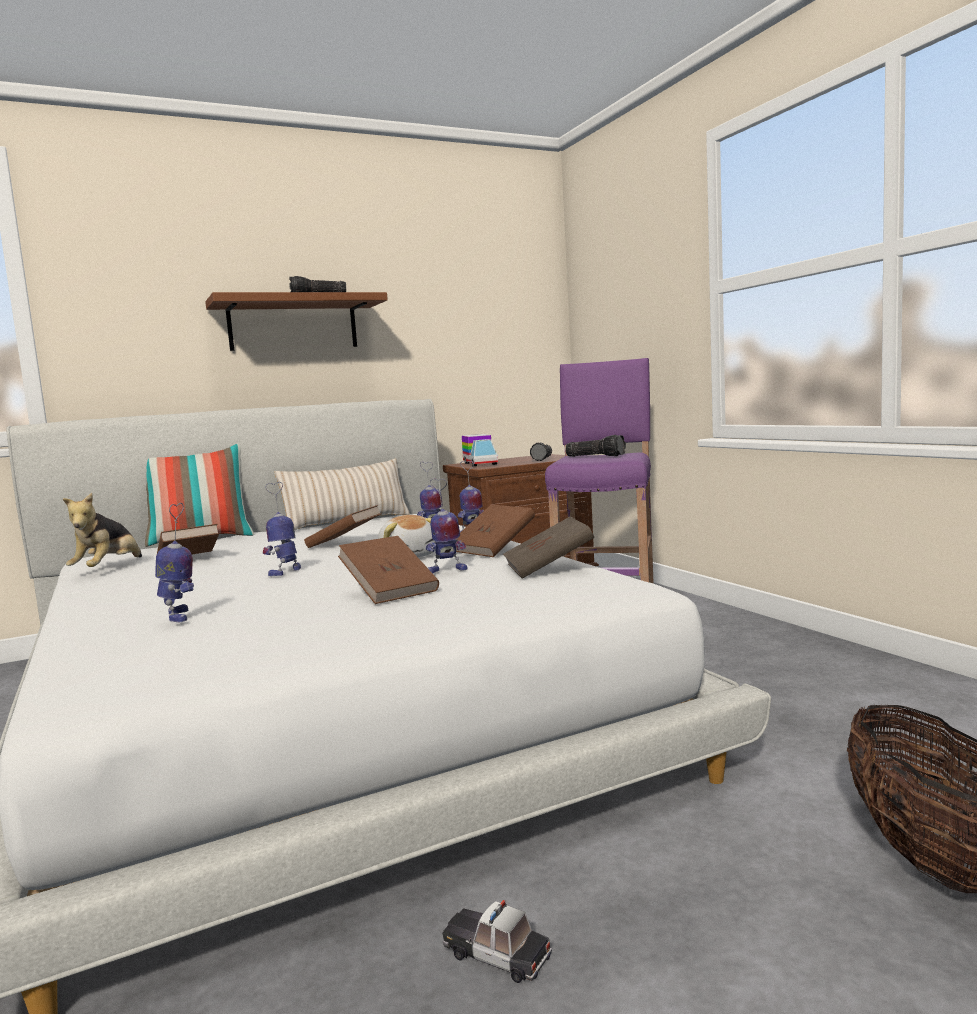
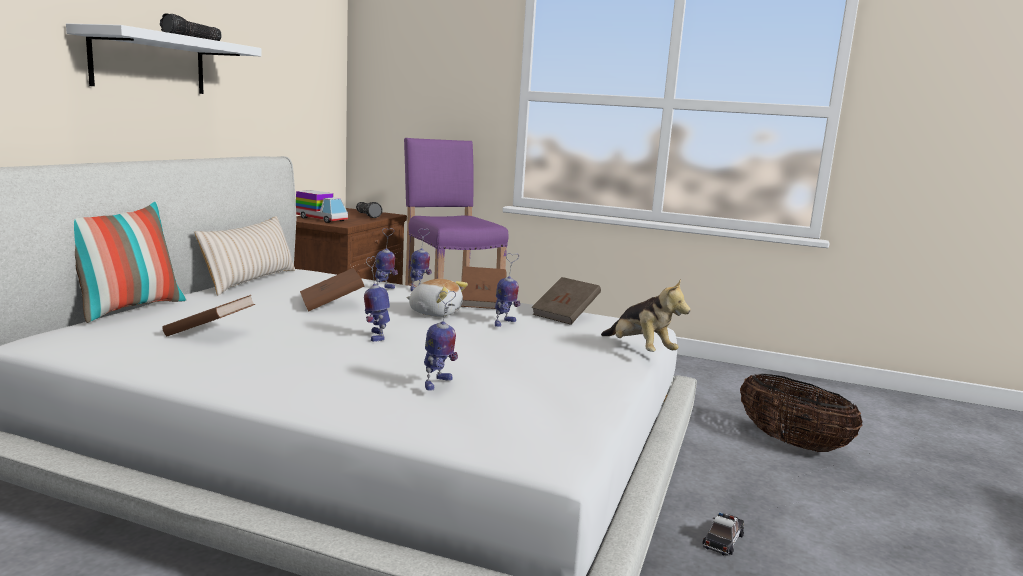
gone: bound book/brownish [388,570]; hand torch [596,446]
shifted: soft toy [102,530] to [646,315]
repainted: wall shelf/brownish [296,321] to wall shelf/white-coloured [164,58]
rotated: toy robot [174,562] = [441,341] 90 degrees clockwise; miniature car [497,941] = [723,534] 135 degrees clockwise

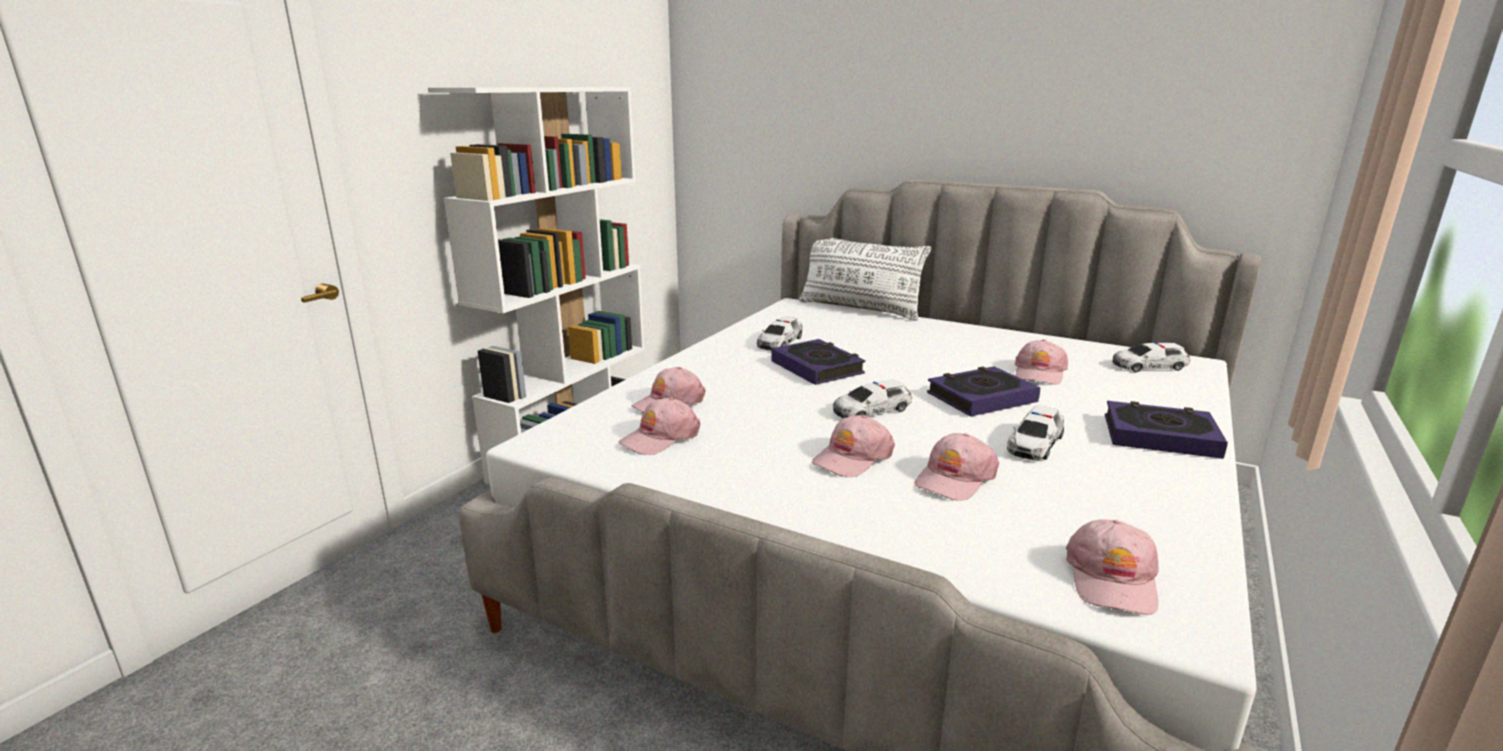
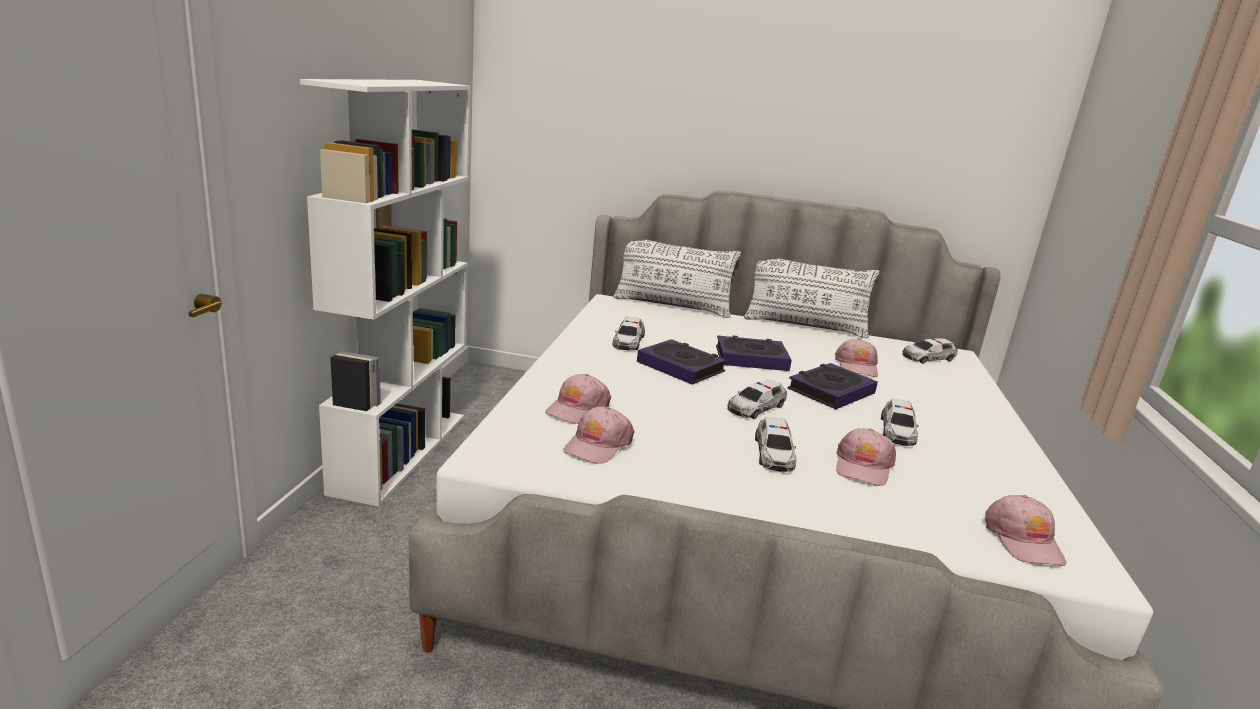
new: cushion/white-coloured [812,298]
shifted: bound book [1166,430] to [754,353]
swapped: baseball cap/pink-coloured [853,446] to miniature car [775,444]

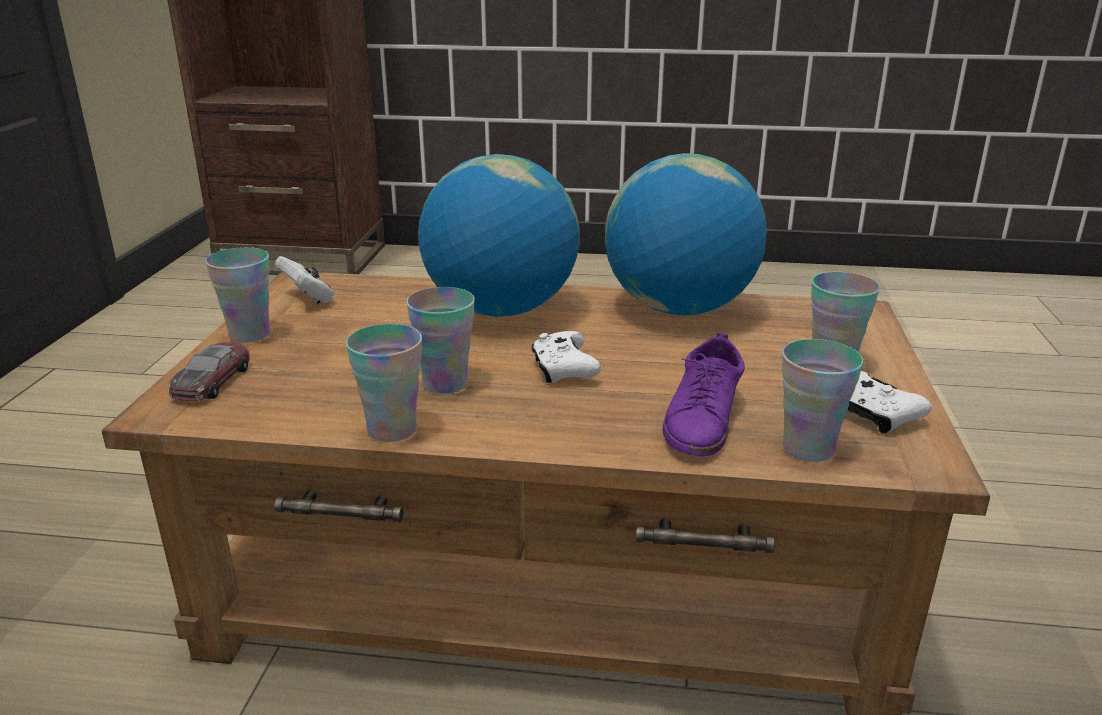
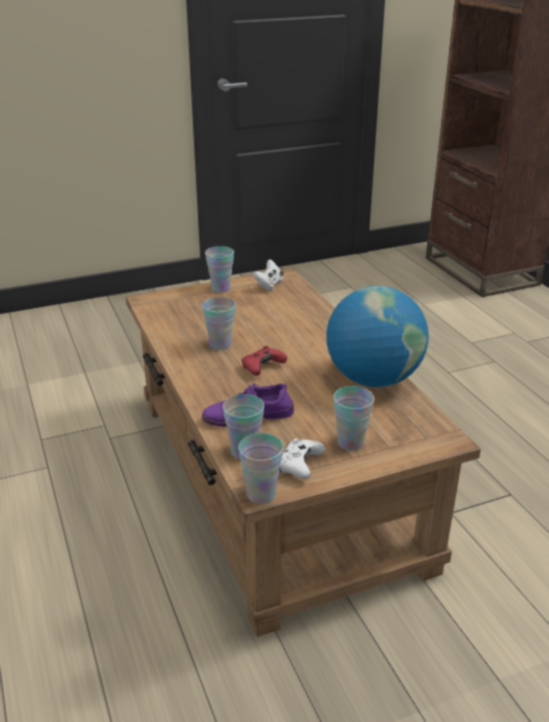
gone: miniature car [209,371]; world globe [499,235]
shifted: cup [384,383] to [260,468]
repainted: gamepad/white-coloured [566,357] to gamepad/red [264,360]

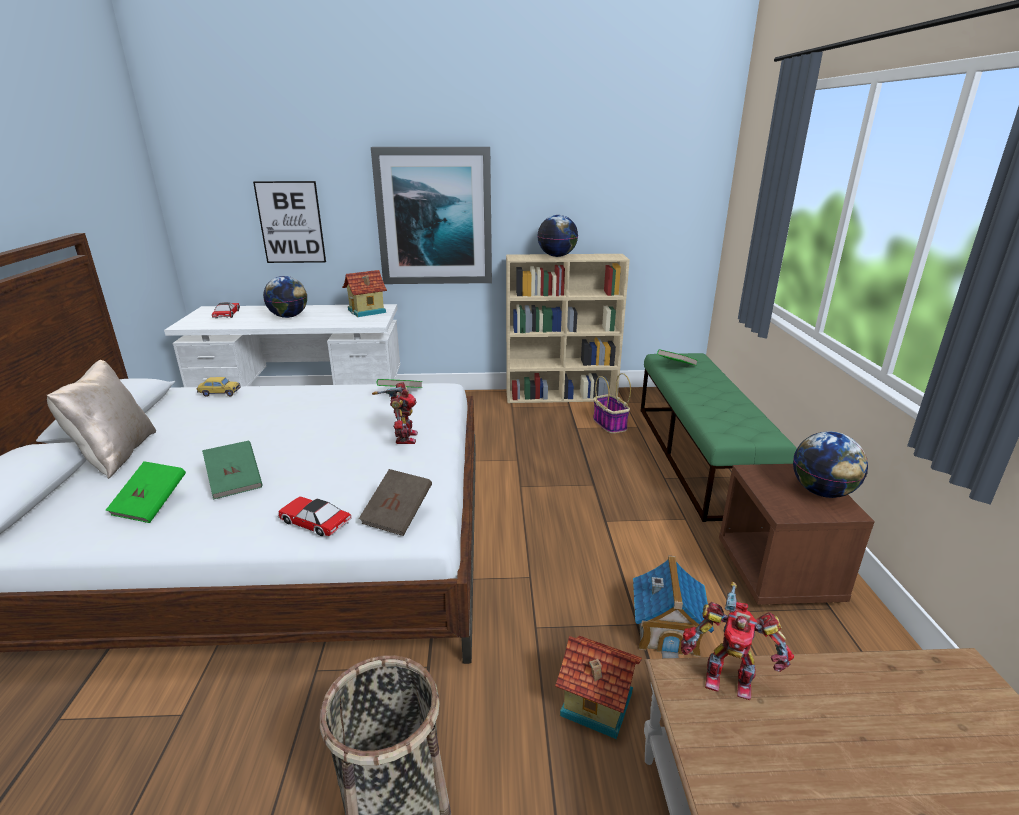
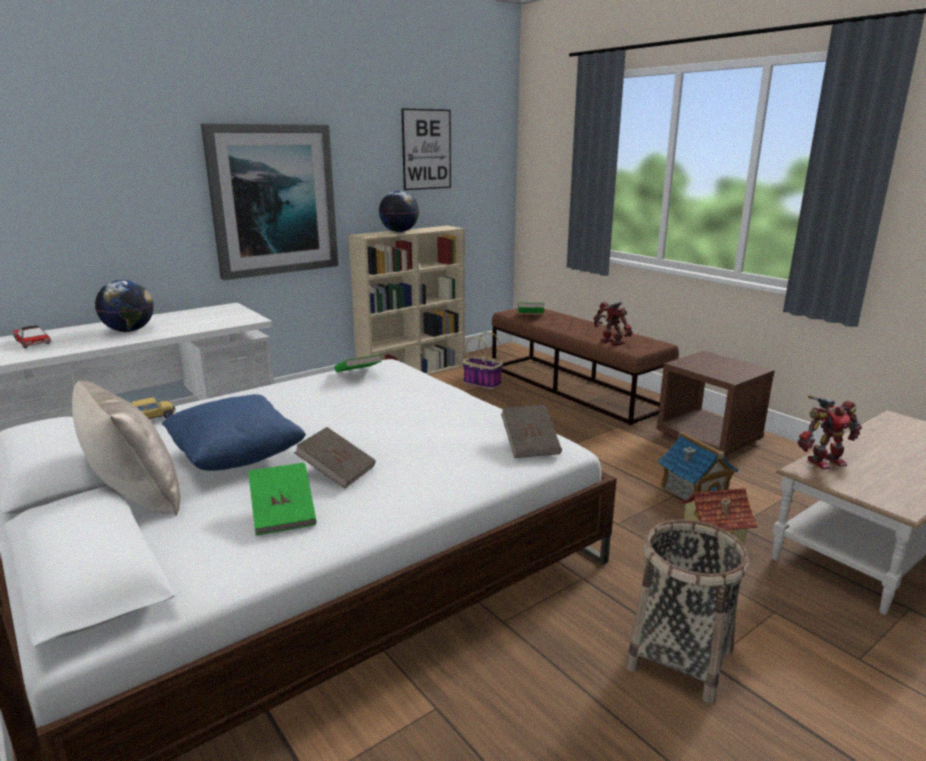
gone: miniature car [315,516]; model house [364,293]; world globe [830,465]
new: cushion/blue [234,432]
shifted: picture [289,222] to [426,149]; toy robot [395,413] to [612,323]
repainted: bound book/green [232,470] to bound book/brownish [335,458]; indoor bench/green [718,437] to indoor bench/brownish [585,366]

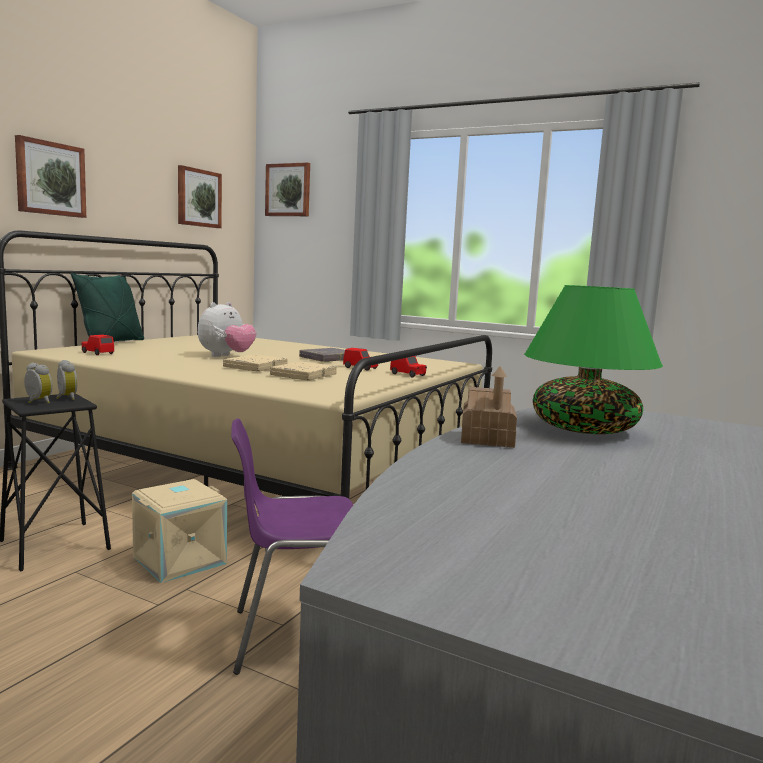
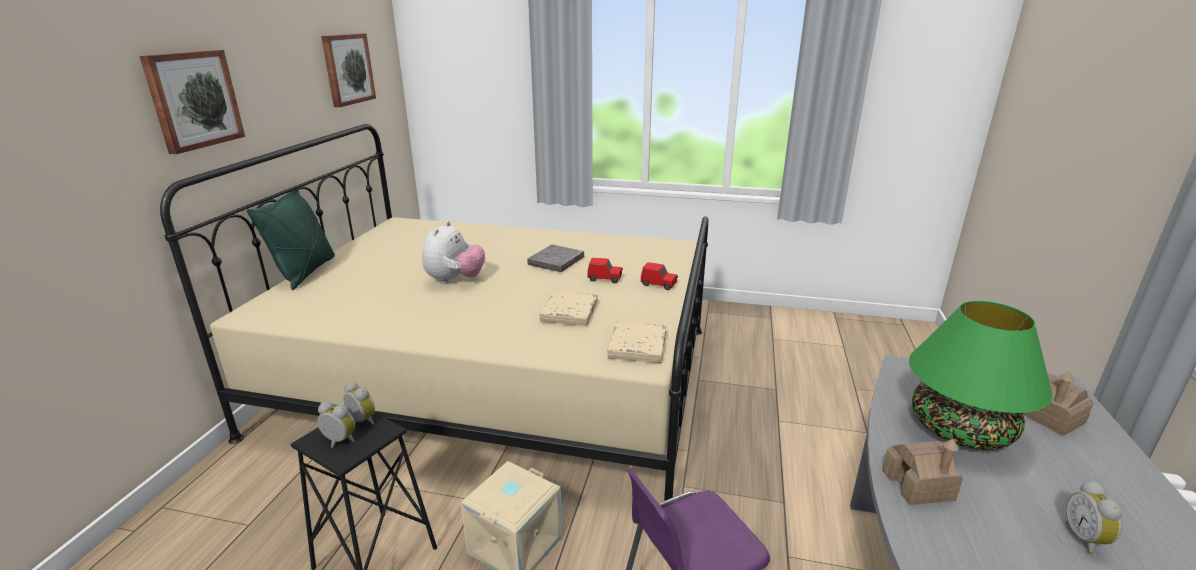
gone: miniature car/red [97,345]; picture [287,189]
new: model house [1058,404]; table clock [1094,517]
shifted: bound book/beige-coloured [255,363] to [636,342]

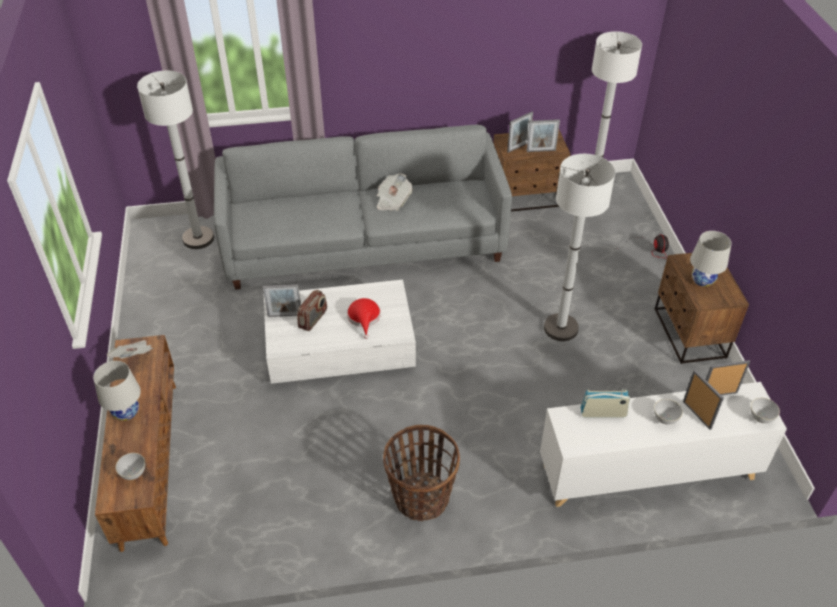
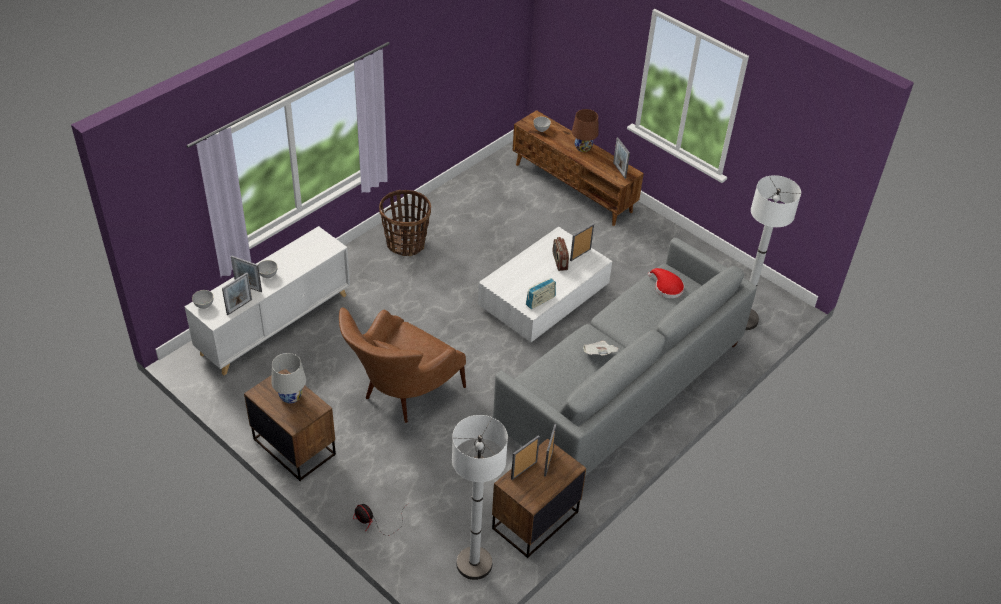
shifted: wearable hat/red [364,318] to [666,283]; radio [605,403] to [541,293]
swapped: daily paper [130,349] to picture frame [621,158]; standard lamp/white-coloured [579,247] to easy chair/brownish [402,365]
repainted: tabletop lamp/white-coloured [117,391] to tabletop lamp/brownish [585,130]

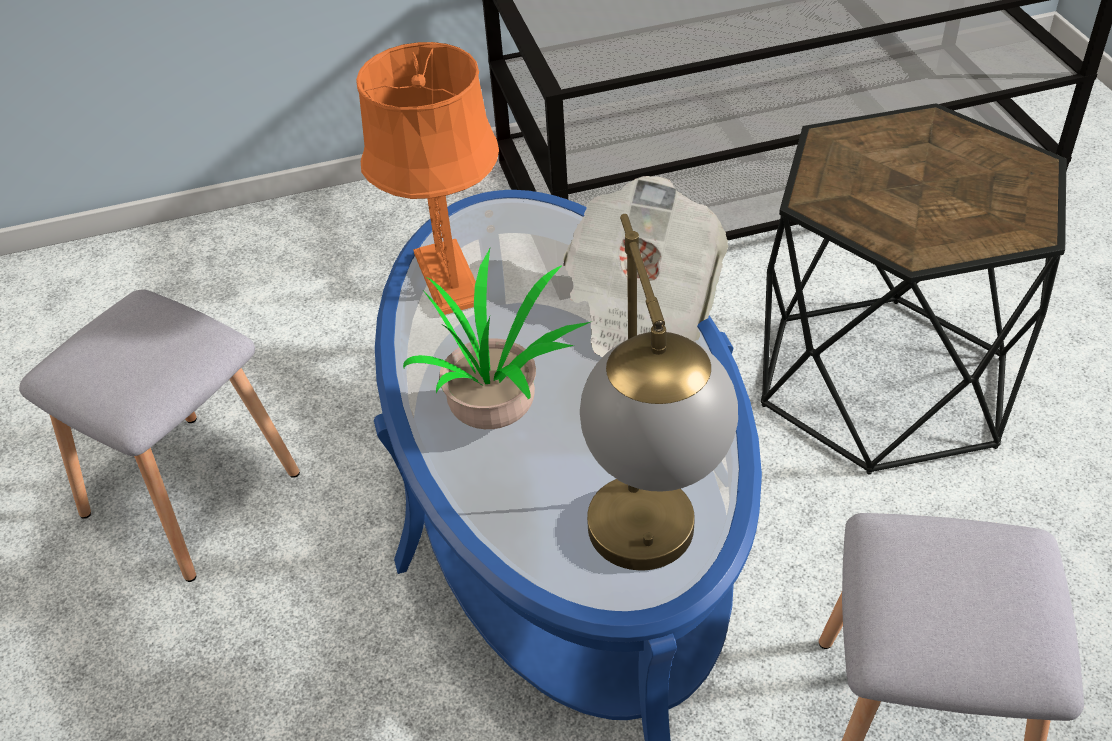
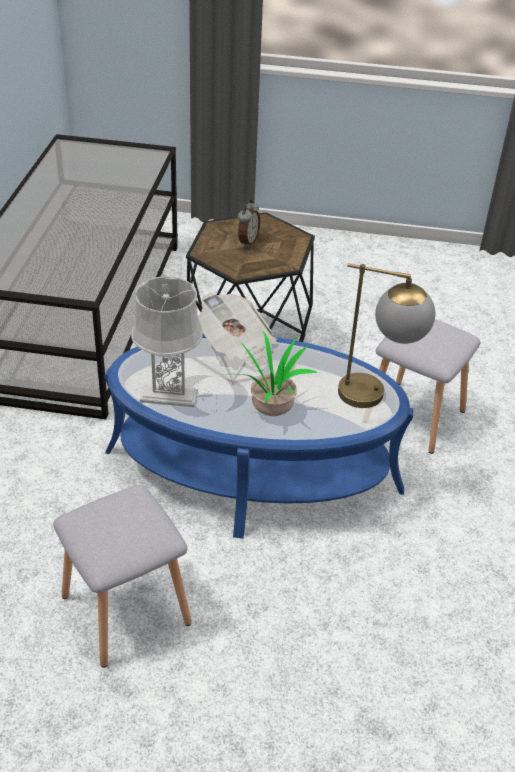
new: table clock [249,224]
repainted: tabletop lamp/orange-coloured [427,178] to tabletop lamp/greyish [167,341]

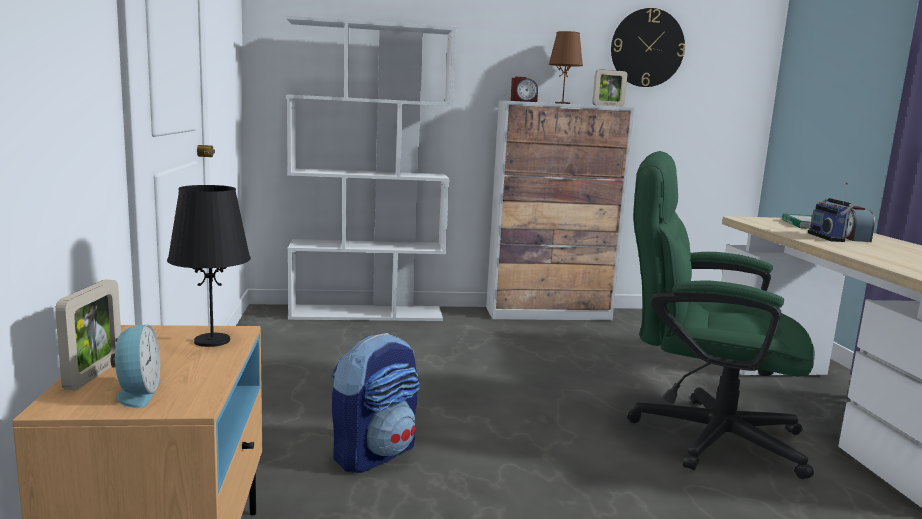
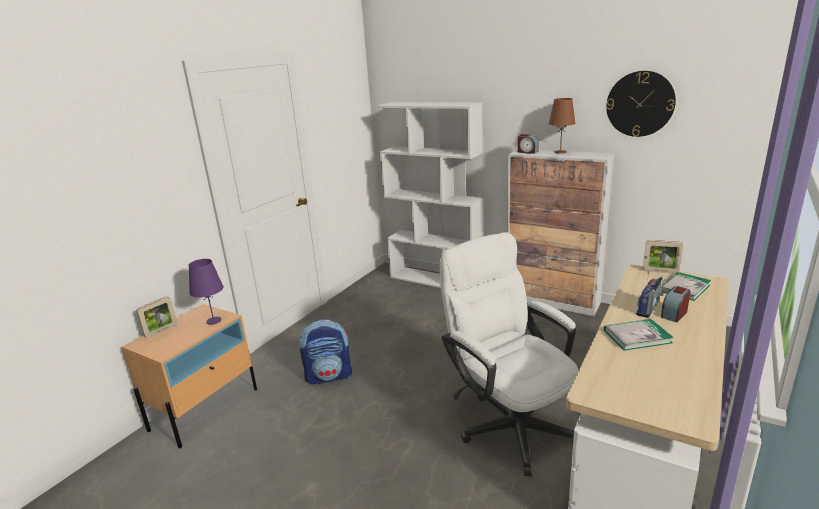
gone: table clock [136,366]
new: bound book [639,335]
shifted: picture frame [609,88] to [663,257]
repainted: tabletop lamp/black-coloured [209,266] to tabletop lamp/purple [206,292]; desk chair/green [721,315] to desk chair/white-coloured [509,354]

